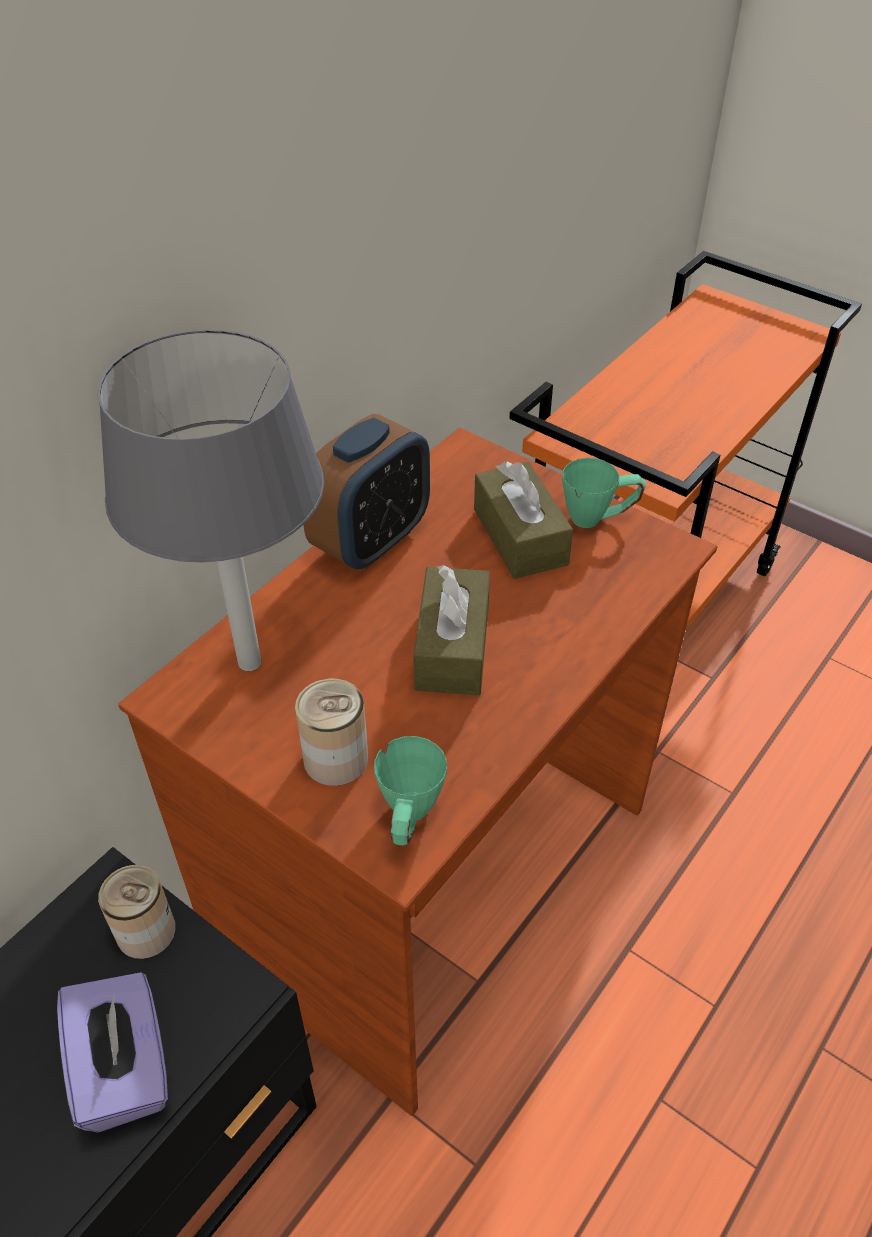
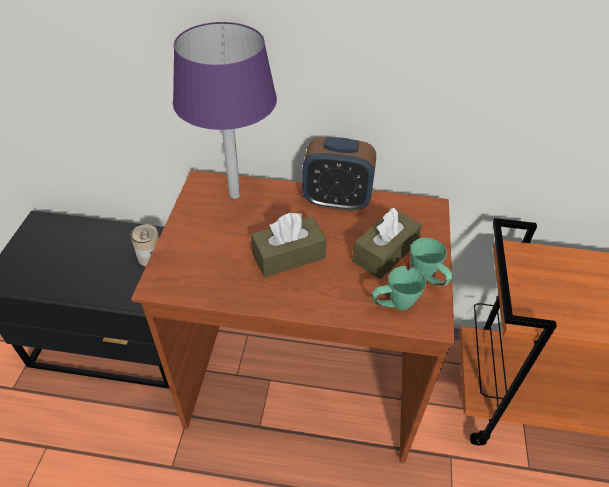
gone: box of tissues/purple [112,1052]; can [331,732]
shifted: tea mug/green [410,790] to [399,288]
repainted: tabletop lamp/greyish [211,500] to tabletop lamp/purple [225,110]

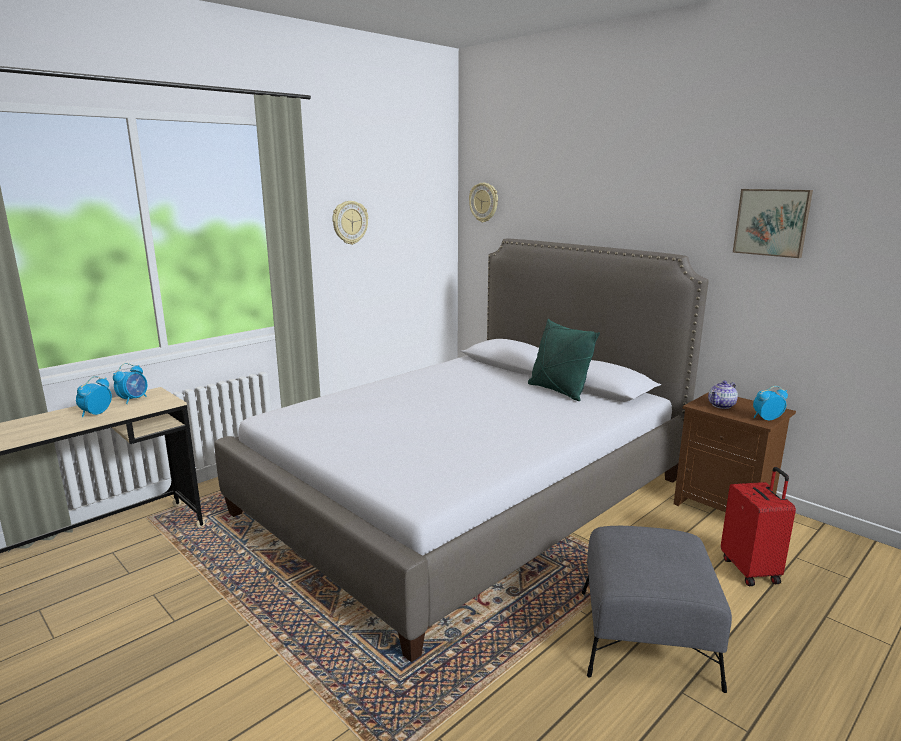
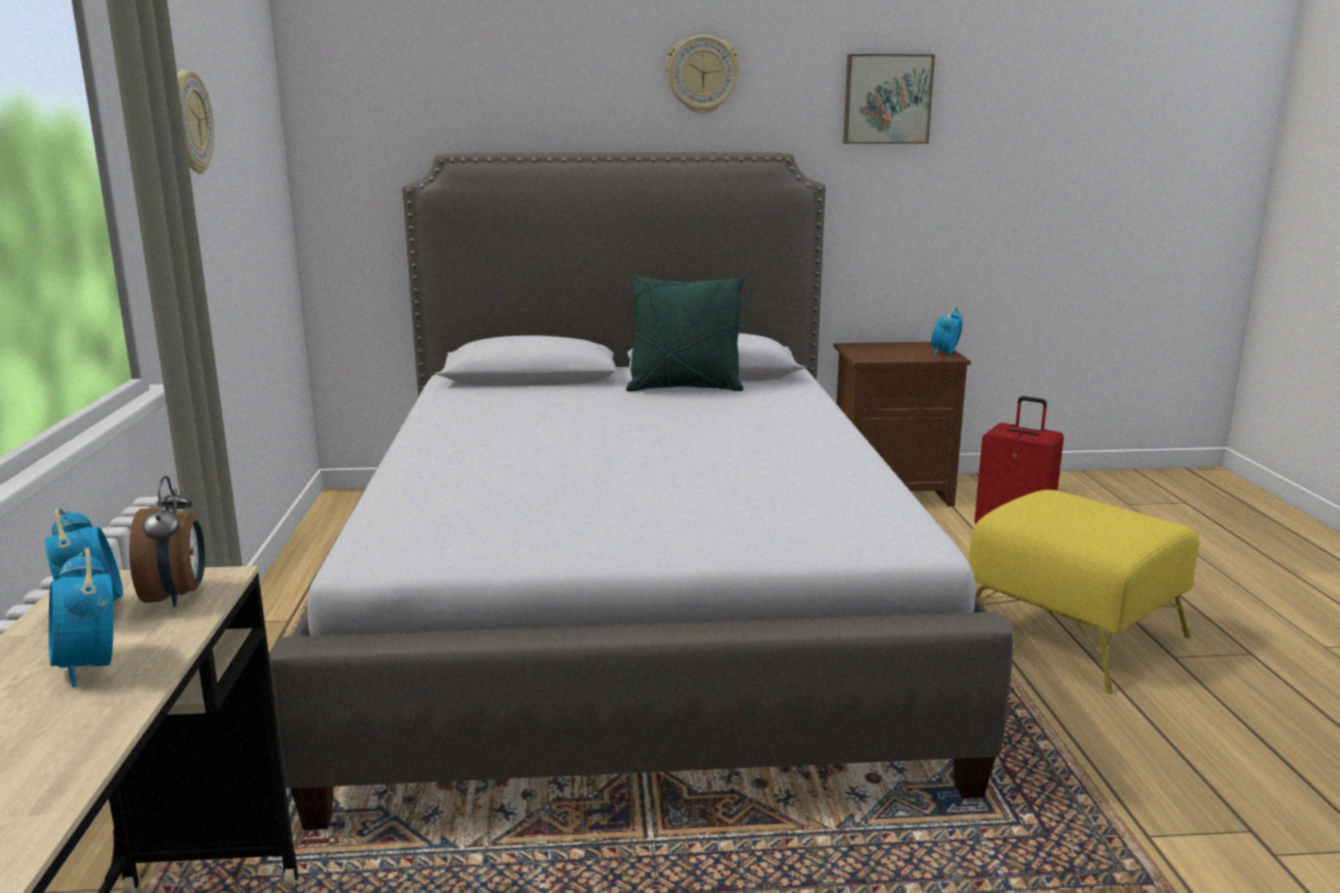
gone: tea pot [723,395]
new: table clock [167,541]
shifted: hanging clock [483,202] to [703,74]
repainted: ottoman/greyish [656,609] to ottoman/yellow [1083,592]

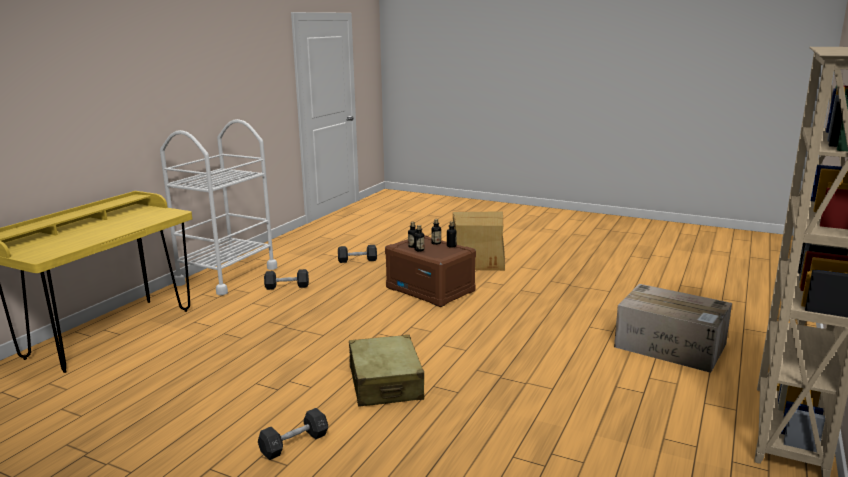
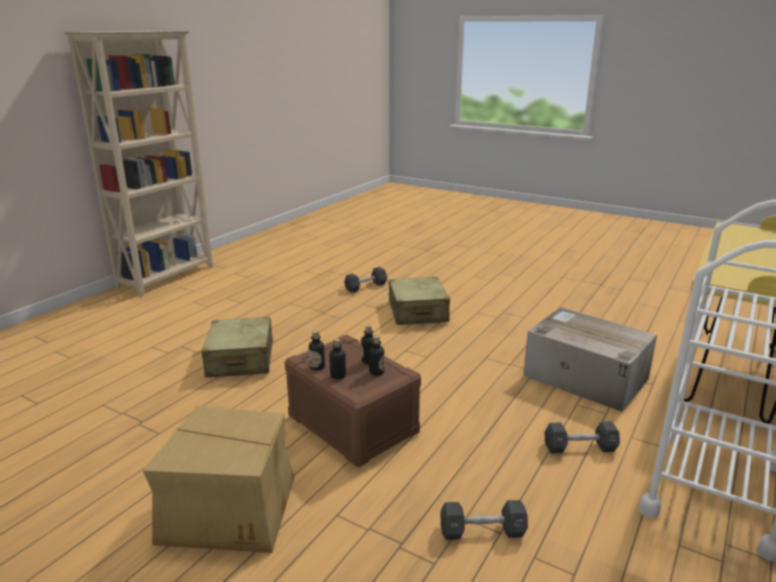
new: suitcase/beige-coloured [237,347]
shifted: free weight/black-coloured [293,434] to [365,280]; carton [673,328] to [590,359]

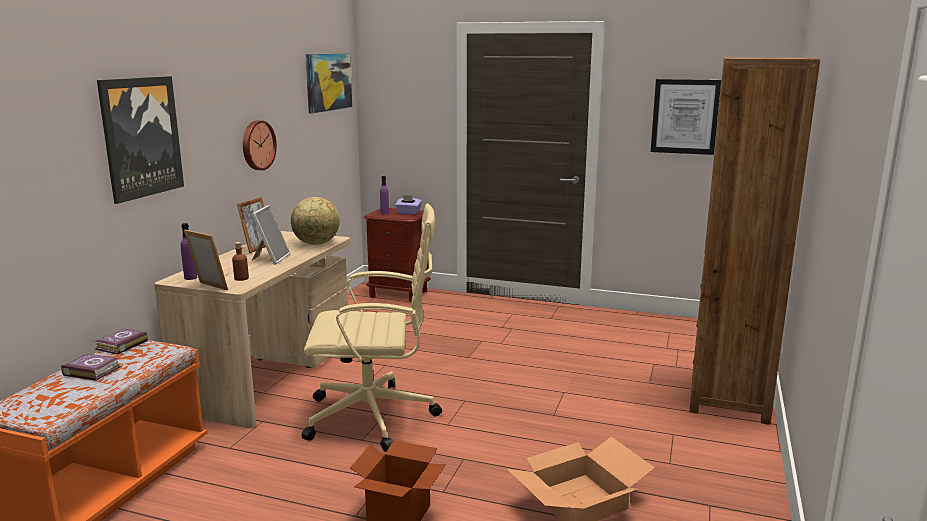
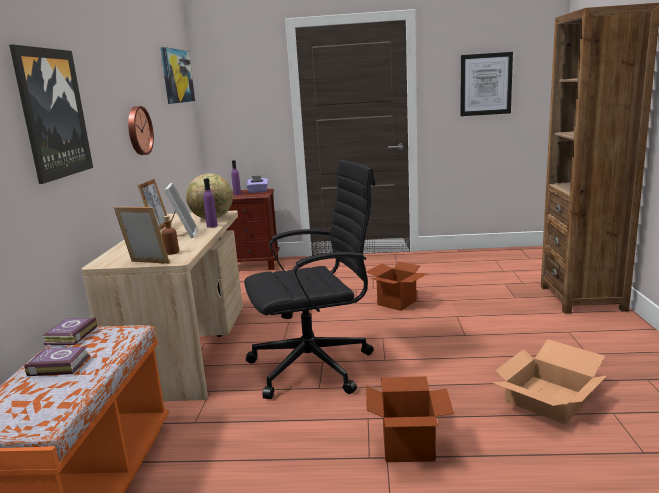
new: carton [397,286]
shifted: drink bottle/purple [189,251] to [210,203]
repainted: desk chair/beige-coloured [372,328] to desk chair/black-coloured [309,279]

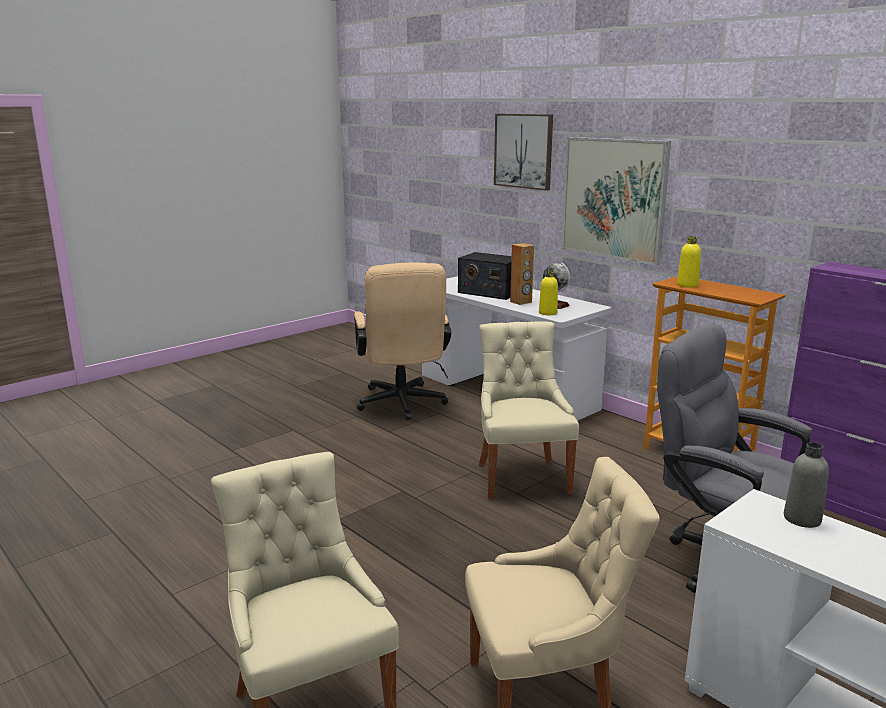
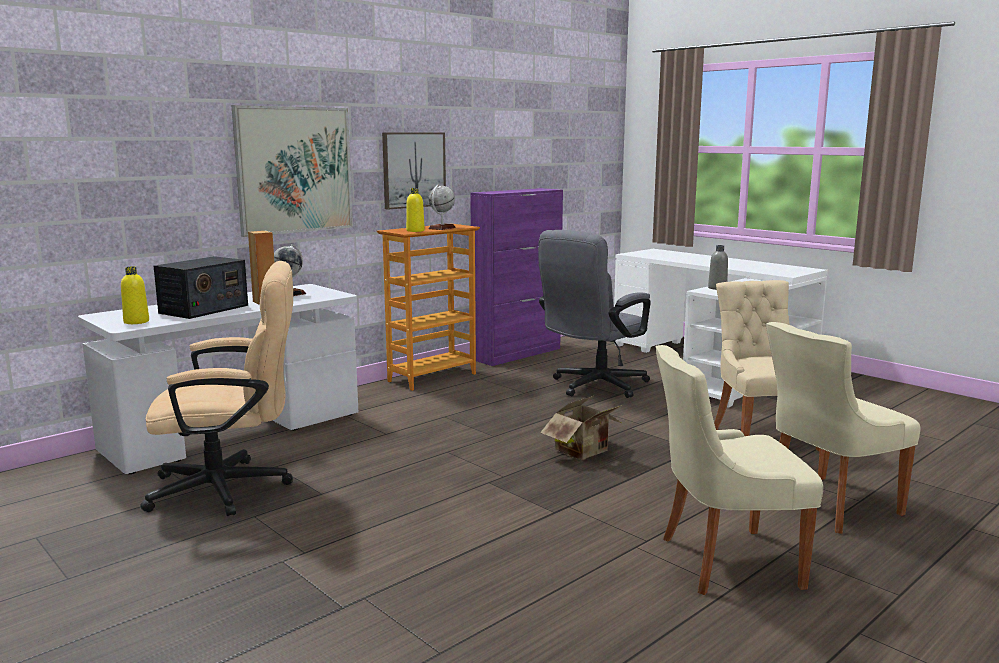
new: world globe [442,207]; carton [581,428]
shifted: plain chair/beige-coloured [528,410] to [739,470]; picture [523,152] to [414,170]; drink bottle/yellow [548,292] to [135,295]

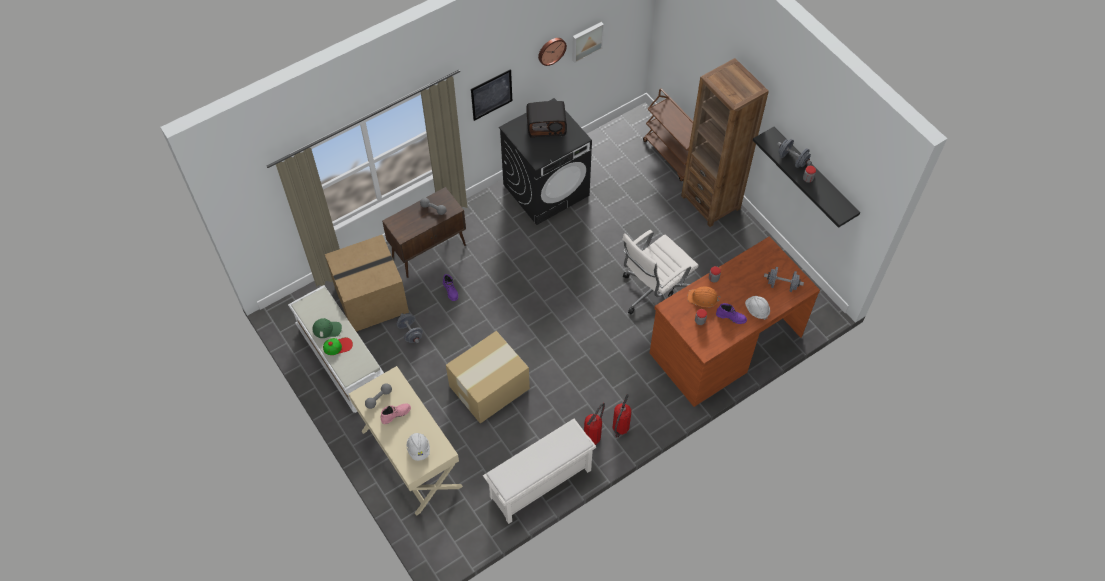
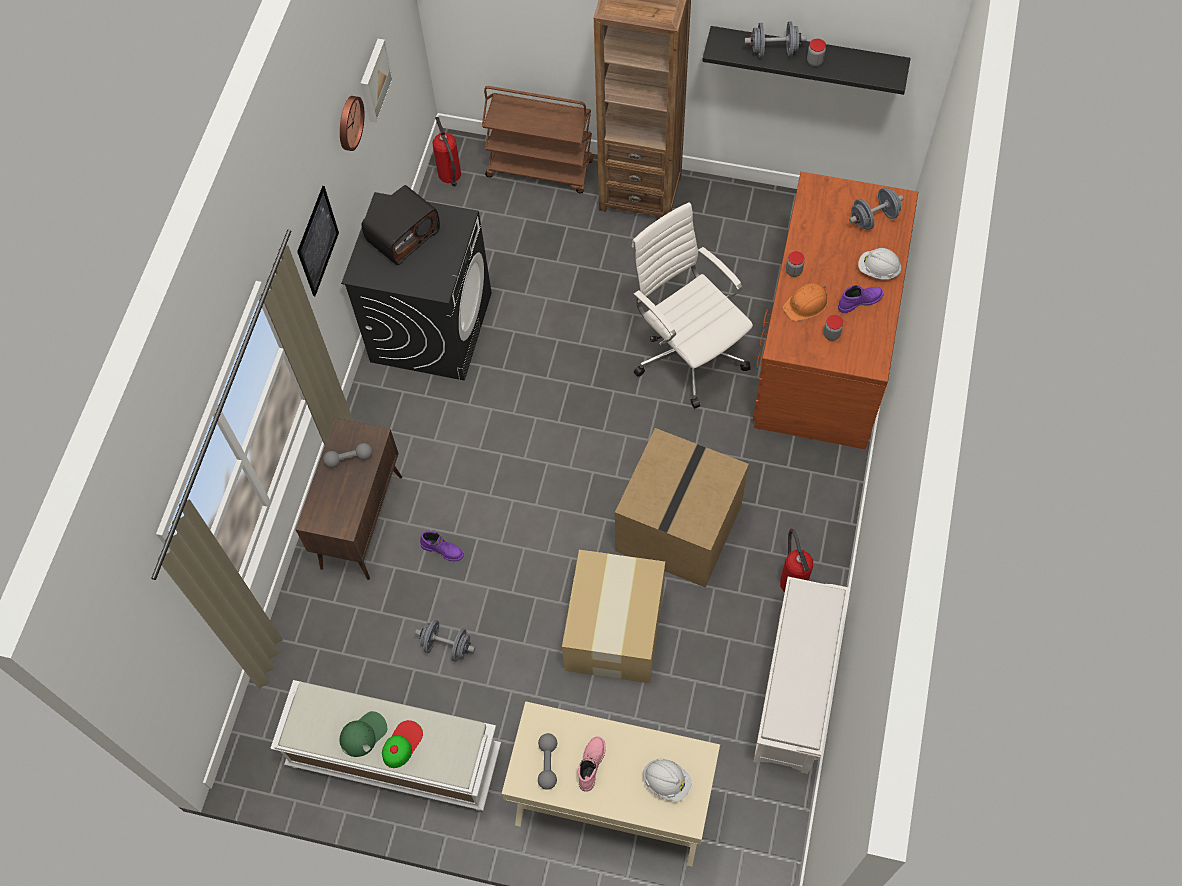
shifted: carton [367,283] to [682,508]; extinguisher [622,415] to [446,151]
rotated: desk chair/white-coloured [660,272] = [692,305] 135 degrees clockwise

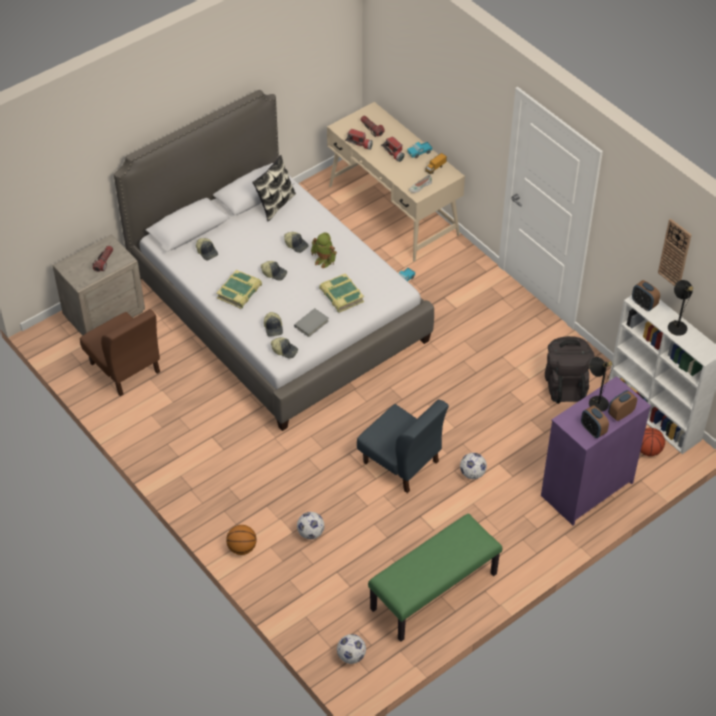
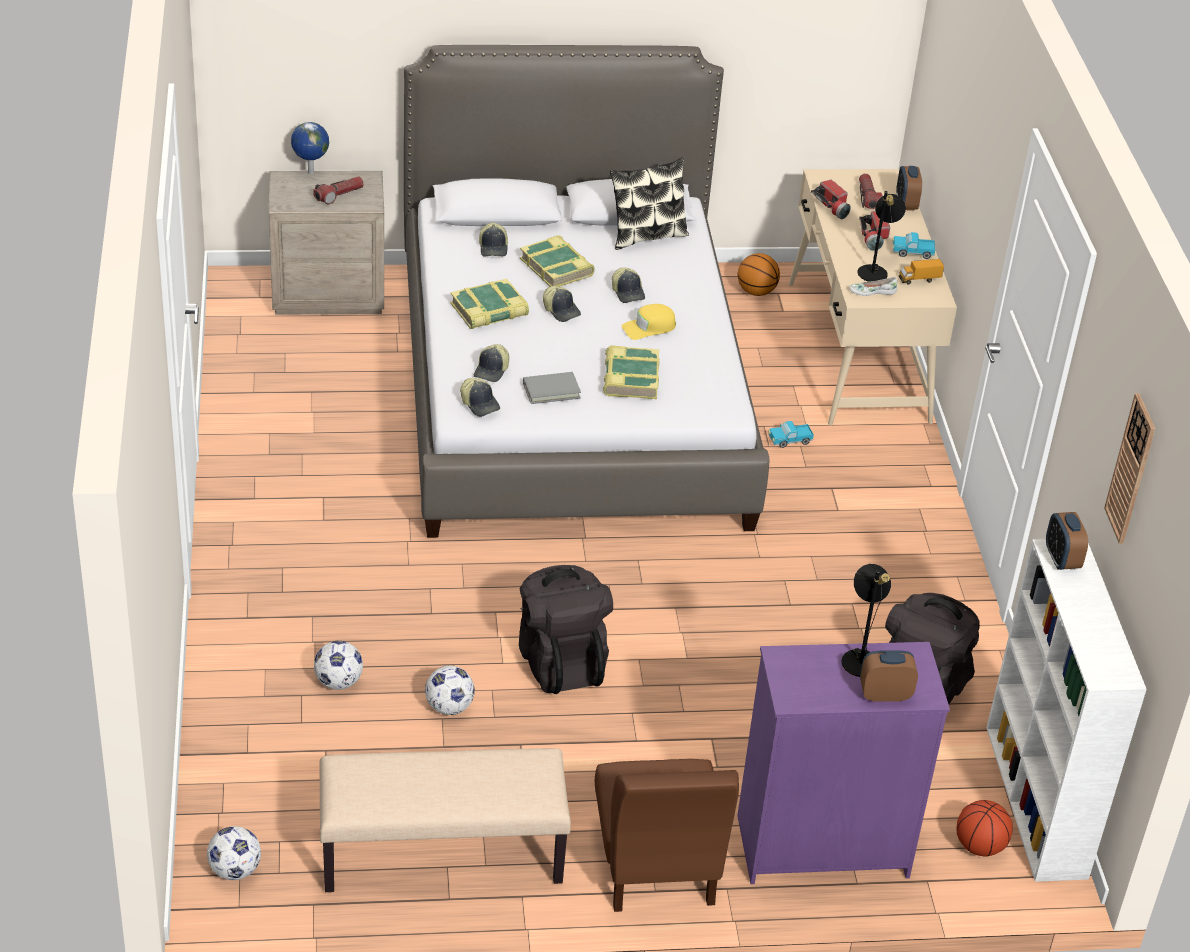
new: world globe [310,148]; bound book [557,261]
shifted: plain chair/brownish [120,352] to [667,835]; basketball [241,540] to [759,274]; football [473,466] to [450,690]; table clock [595,421] to [909,188]; tabletop lamp/black-coloured [680,308] to [881,236]
swapped: toy robot [324,251] to baseball cap/yellow [649,322]; plain chair/blue [403,446] to knapsack/black-coloured [566,629]
repainted: indoor bench/green [435,577] to indoor bench/beige-coloured [445,820]

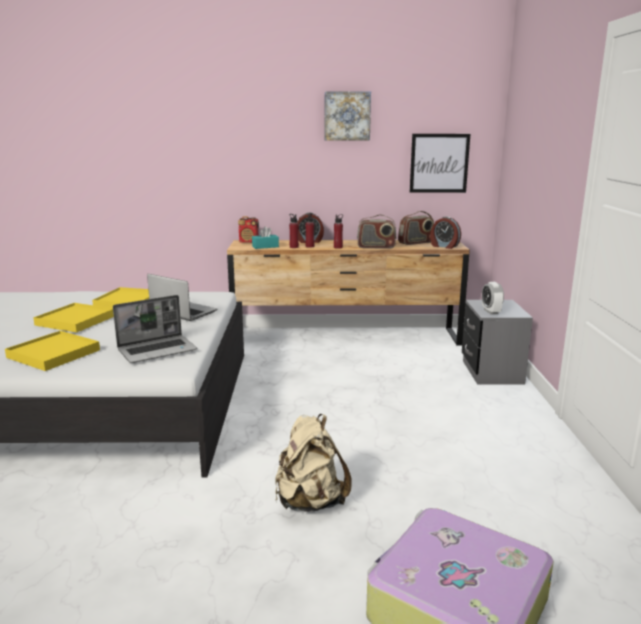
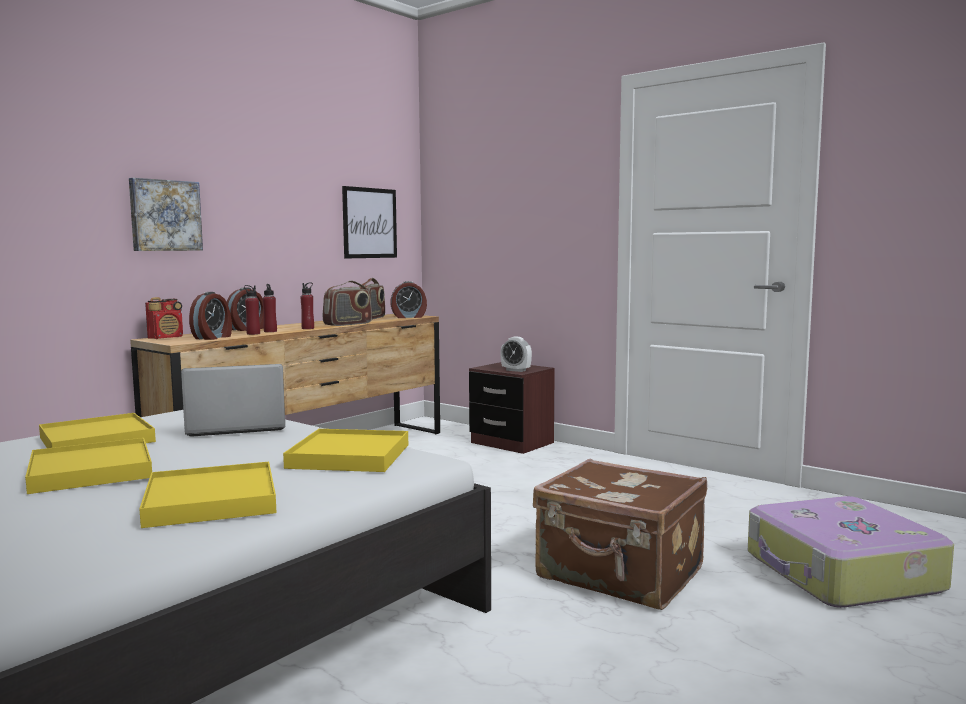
shifted: picture [348,116] to [166,214]
swapped: portable computer [155,329] to carrying tray/yellow [345,450]; box of tissues/turquoise-coloured [265,237] to table clock [210,316]; knapsack/beige-coloured [313,463] to suitcase/brownish [620,534]
repainted: nightstand/greyish [497,342] to nightstand/brownish [512,408]

